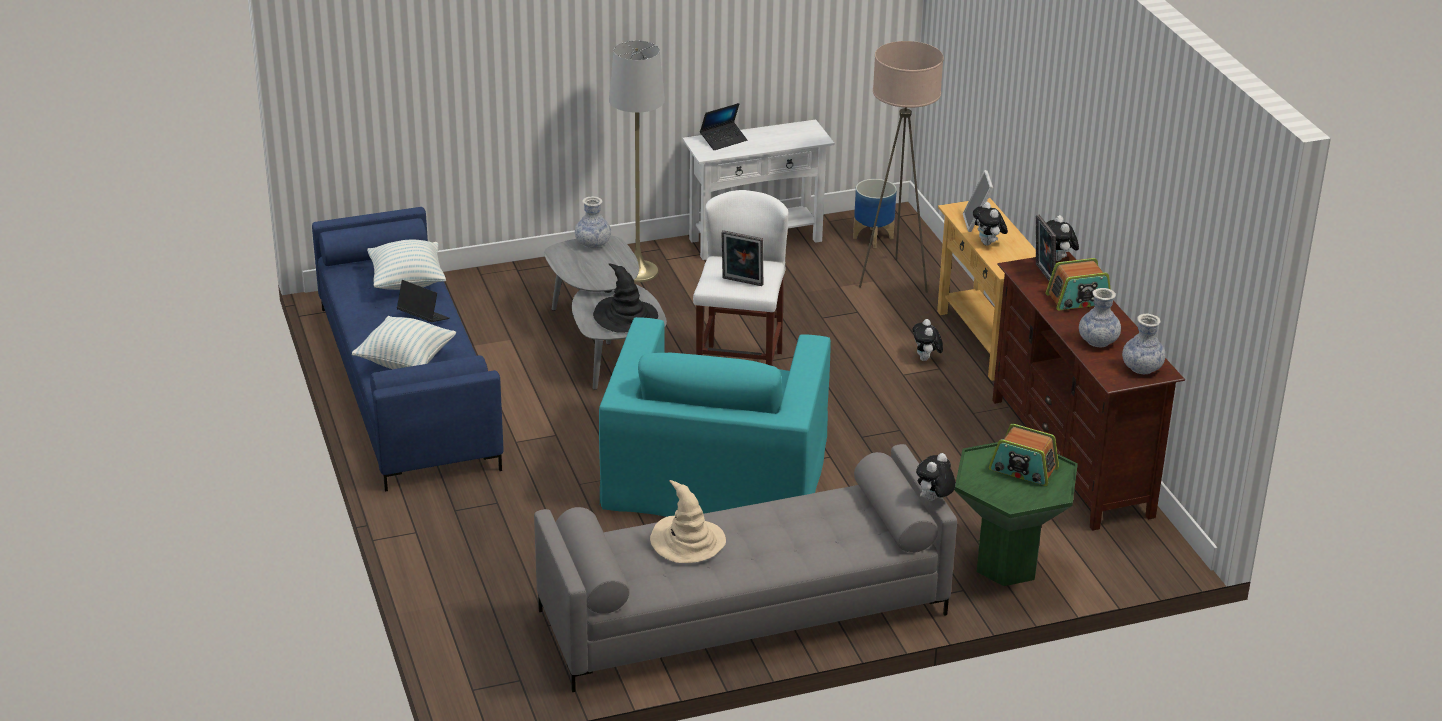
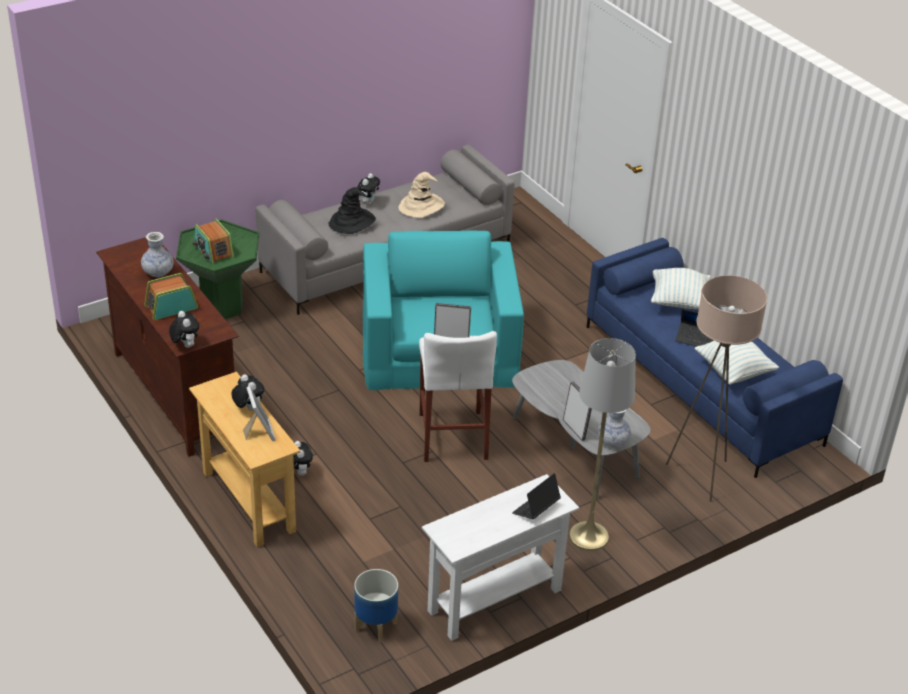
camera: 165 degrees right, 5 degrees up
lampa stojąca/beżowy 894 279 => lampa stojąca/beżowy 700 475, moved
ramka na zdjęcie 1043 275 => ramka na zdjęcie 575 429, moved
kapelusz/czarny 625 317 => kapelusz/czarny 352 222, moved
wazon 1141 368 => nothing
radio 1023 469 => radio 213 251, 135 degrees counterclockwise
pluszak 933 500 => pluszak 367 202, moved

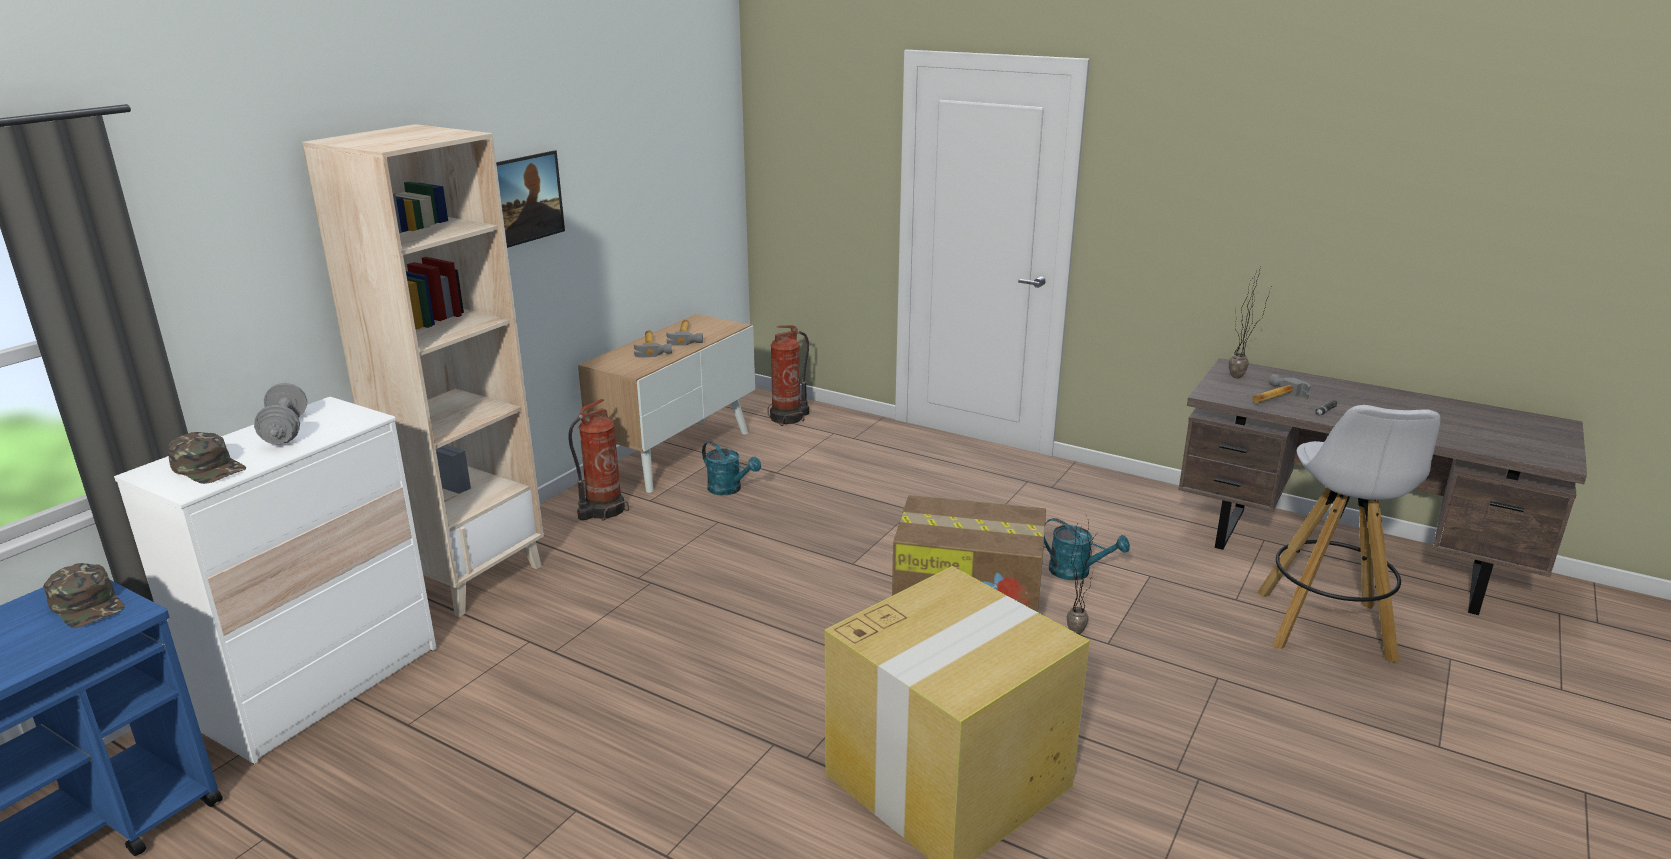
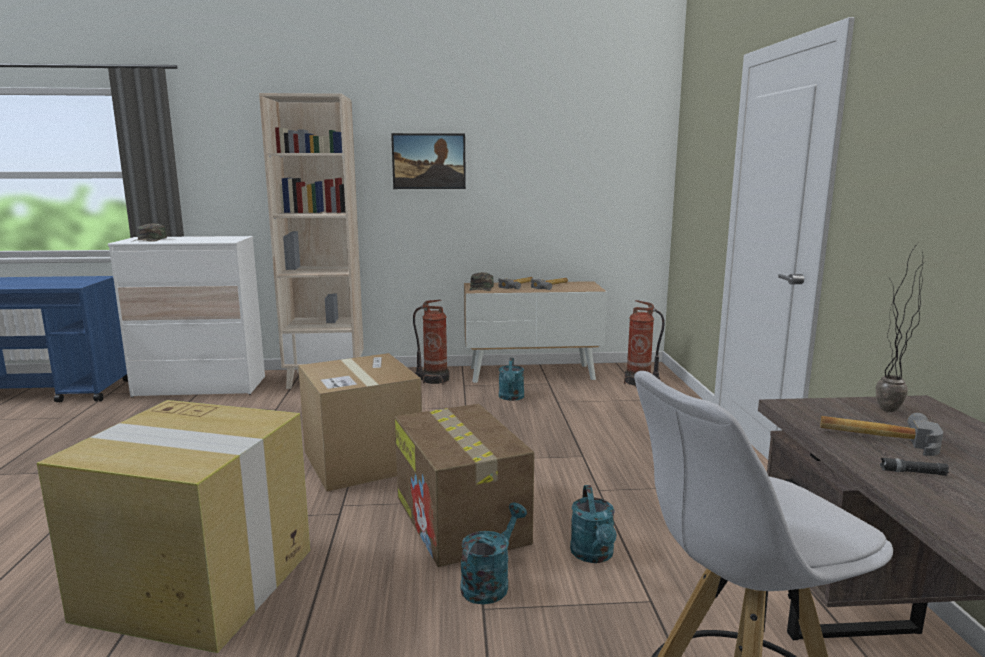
camera: 55 degrees right, 10 degrees down
hantel/szary 285 431 => nothing
roślina doniczkowa 1076 628 => konewka/turkusowy 490 582
czapka z daszkiem/zielony 88 605 => czapka z daszkiem/zielony 481 288, moved
nothing => karton 362 461

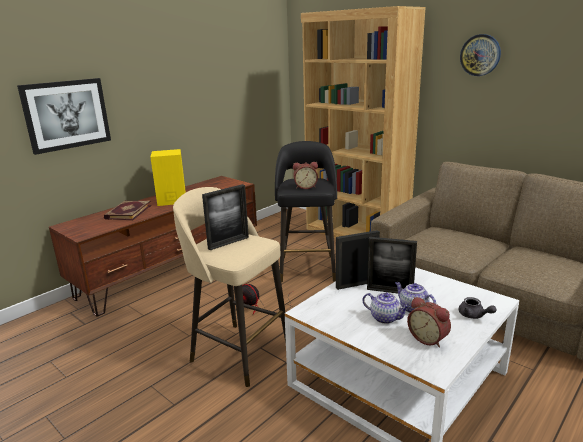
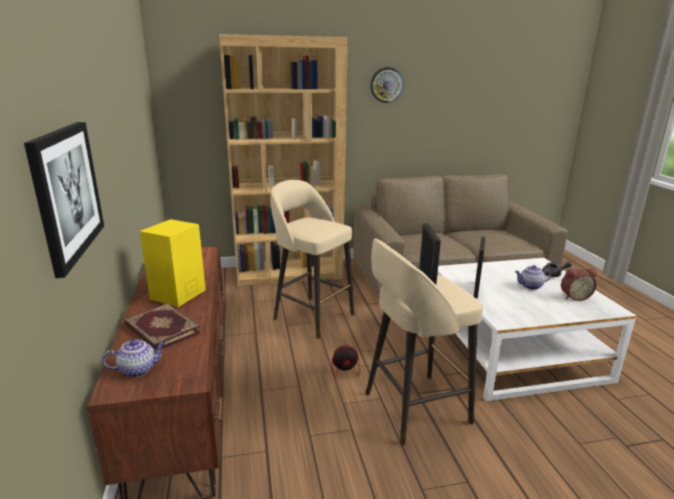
camera: 55 degrees left, 0 degrees up
stołek/czarny 307 267 => stołek/beżowy 312 316
budzik 305 187 => nothing
ramka na zdjęcie 389 291 => nothing
imbryk 385 318 => imbryk 138 369, moved

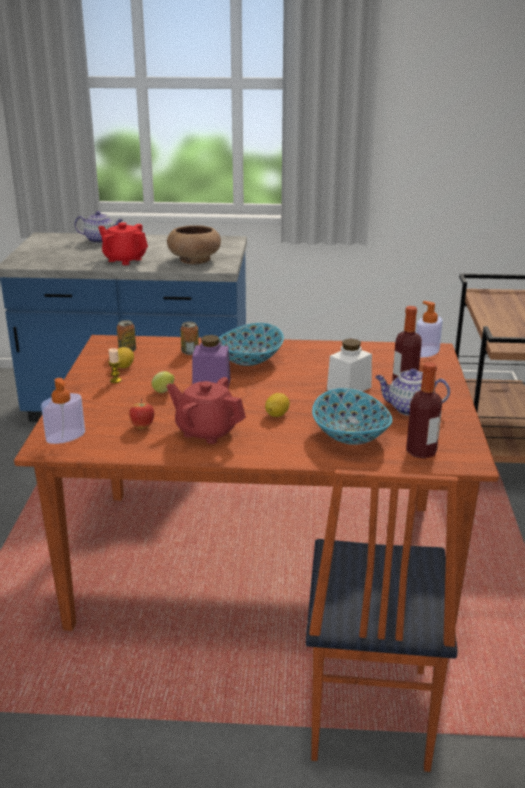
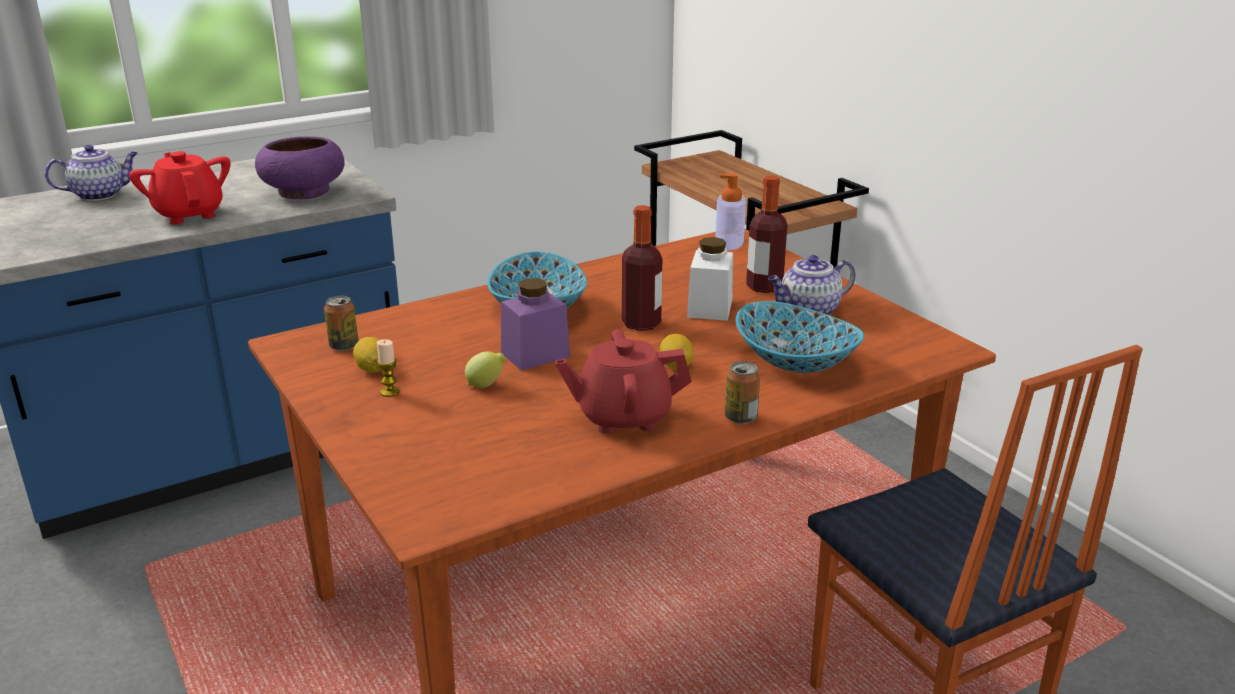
camera: 35 degrees left, 0 degrees up
imbryk/czerwony 124 260 => imbryk/czerwony 189 214, 60 degrees clockwise
miska/brązowy 194 260 => miska/fioletowy 303 192
puszka 190 352 => puszka 740 417, moved
butelka 421 452 => butelka 641 324, moved
dozownik mydła 65 436 => nothing
jabłko 142 427 => nothing

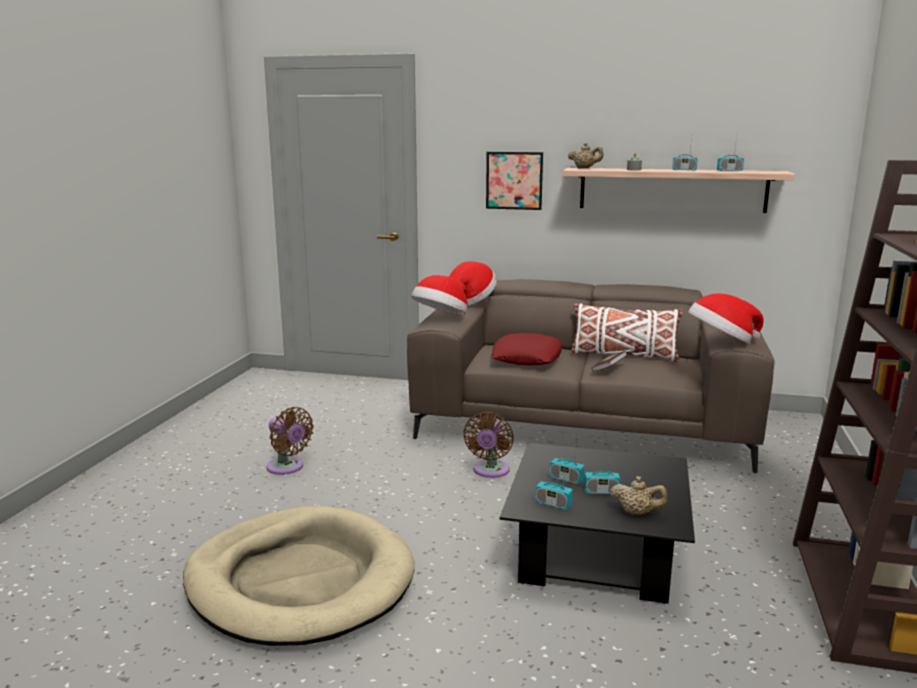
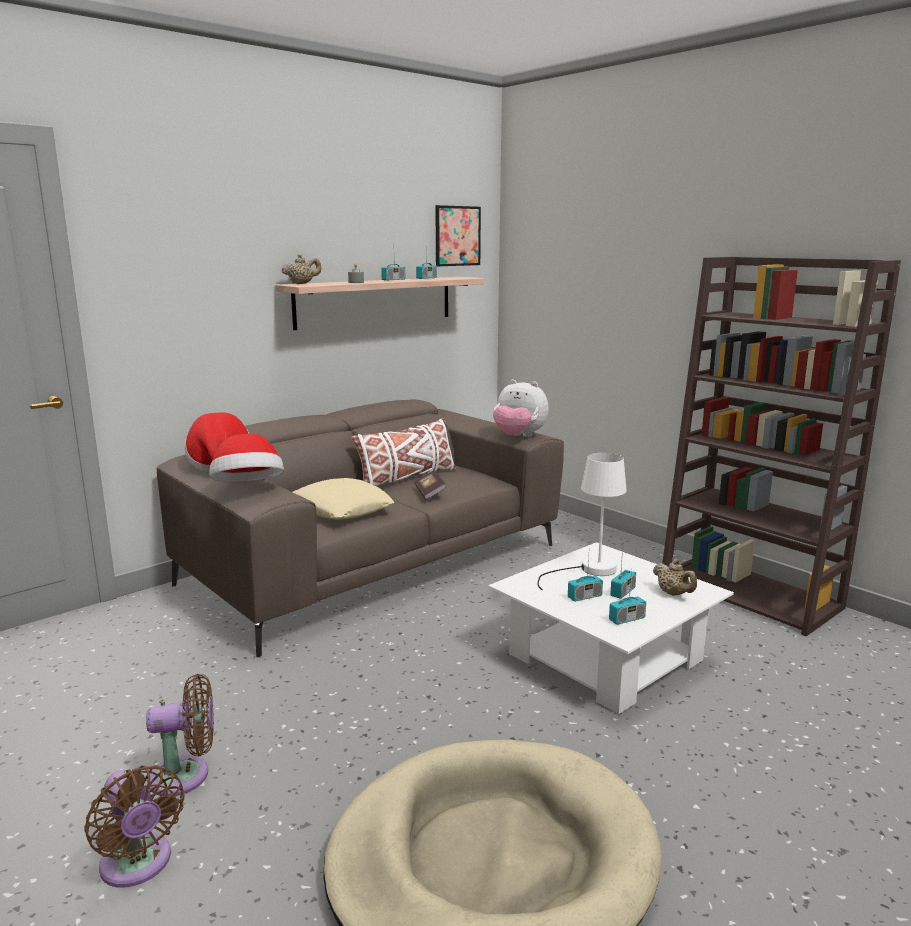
camera: 55 degrees left, 0 degrees up
obraz 514 180 => obraz 457 236, moved
kapelusz 721 342 => pluszak 518 437
poduszka/czerwony 526 357 => poduszka/beżowy 341 508
wentylator/brązowy 490 471 => wentylator/brązowy 138 865, moved
ława/czarny 596 554 => ława/biały 605 657
imbryk/beżowy 637 513 => imbryk/beżowy 673 594, 90 degrees clockwise
nothing => lampa stołowa/biały 589 570

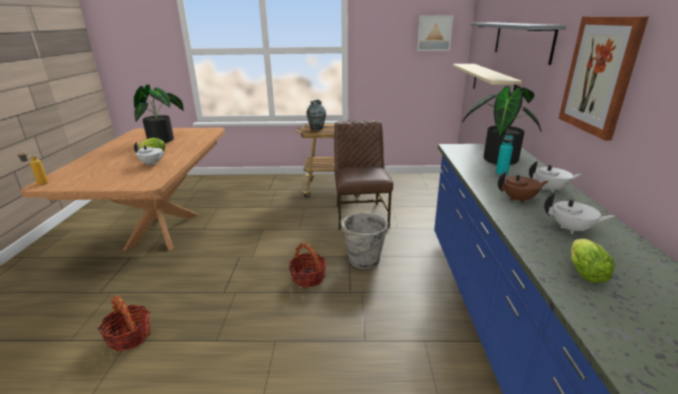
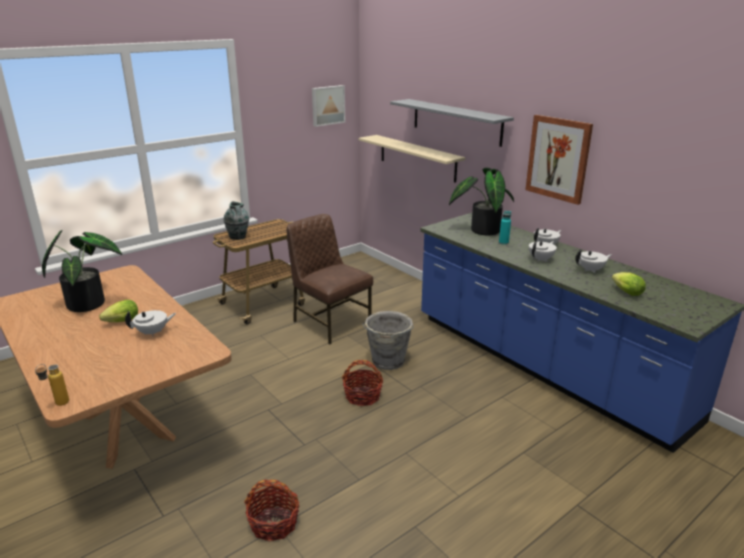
camera: 40 degrees left, 0 degrees up
imbryk/brązowy 519 199 => imbryk/biały 541 259

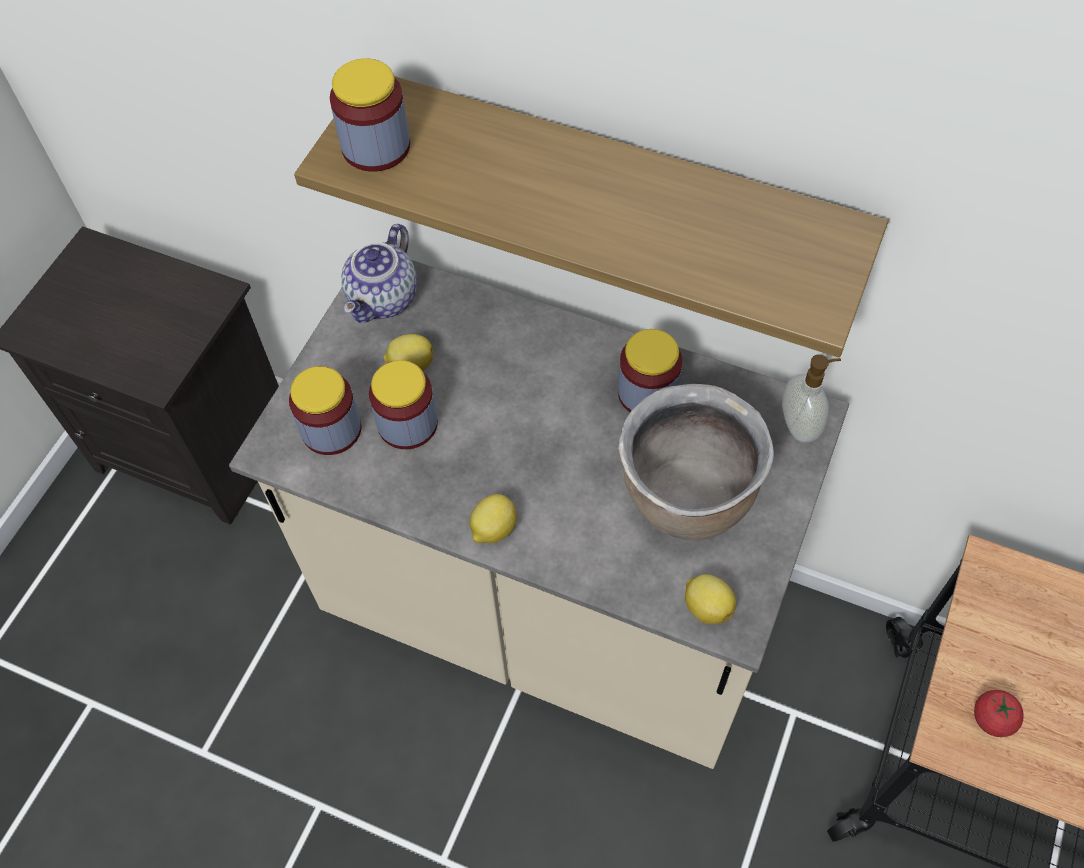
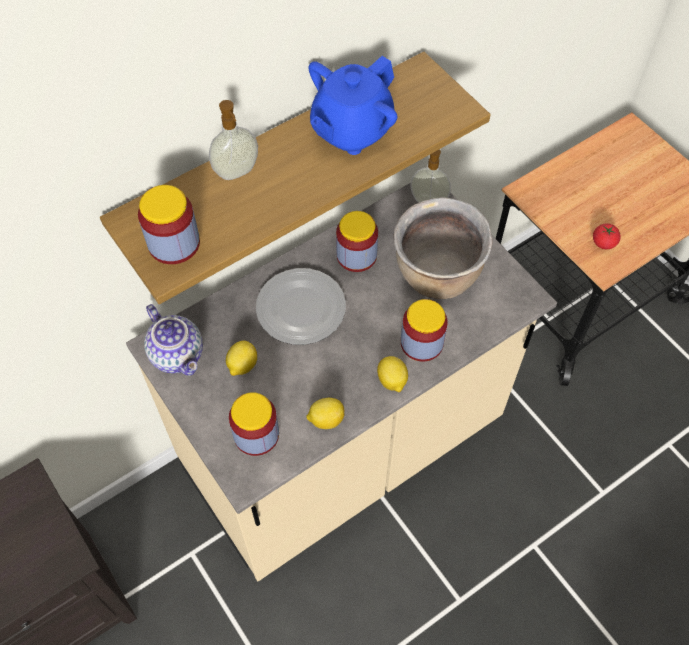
camera: 60 degrees left, 0 degrees up
słoik 407 424 => słoik 421 343, moved
cytryna 706 606 => cytryna 325 419, moved
nothing => imbryk/niebieski 351 130
nothing => dozownik mydła 237 172
nothing => talerz 302 308

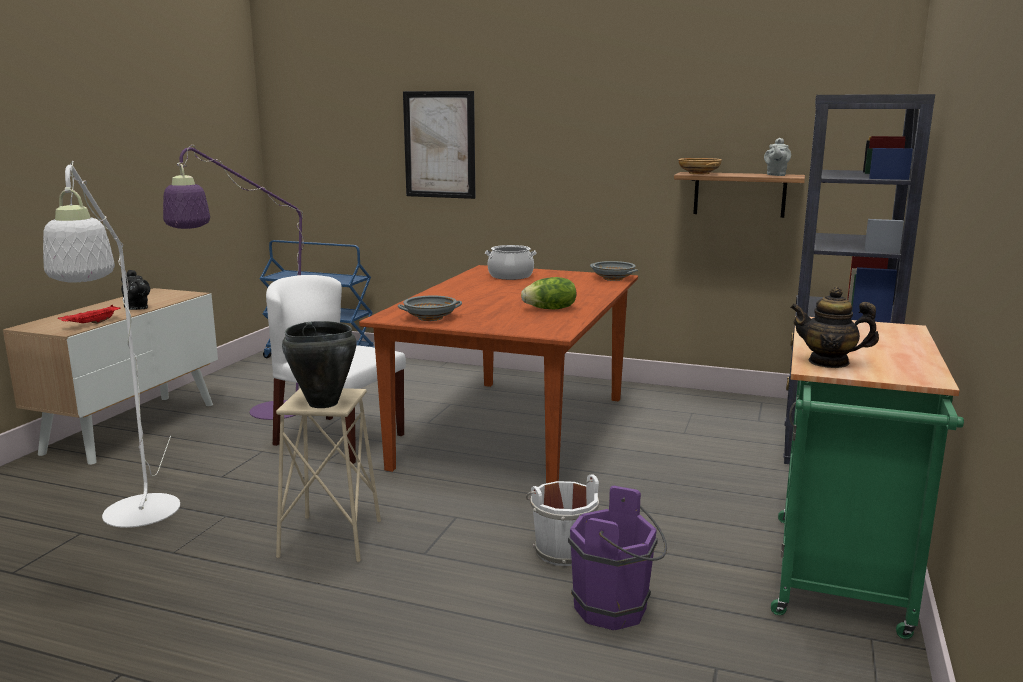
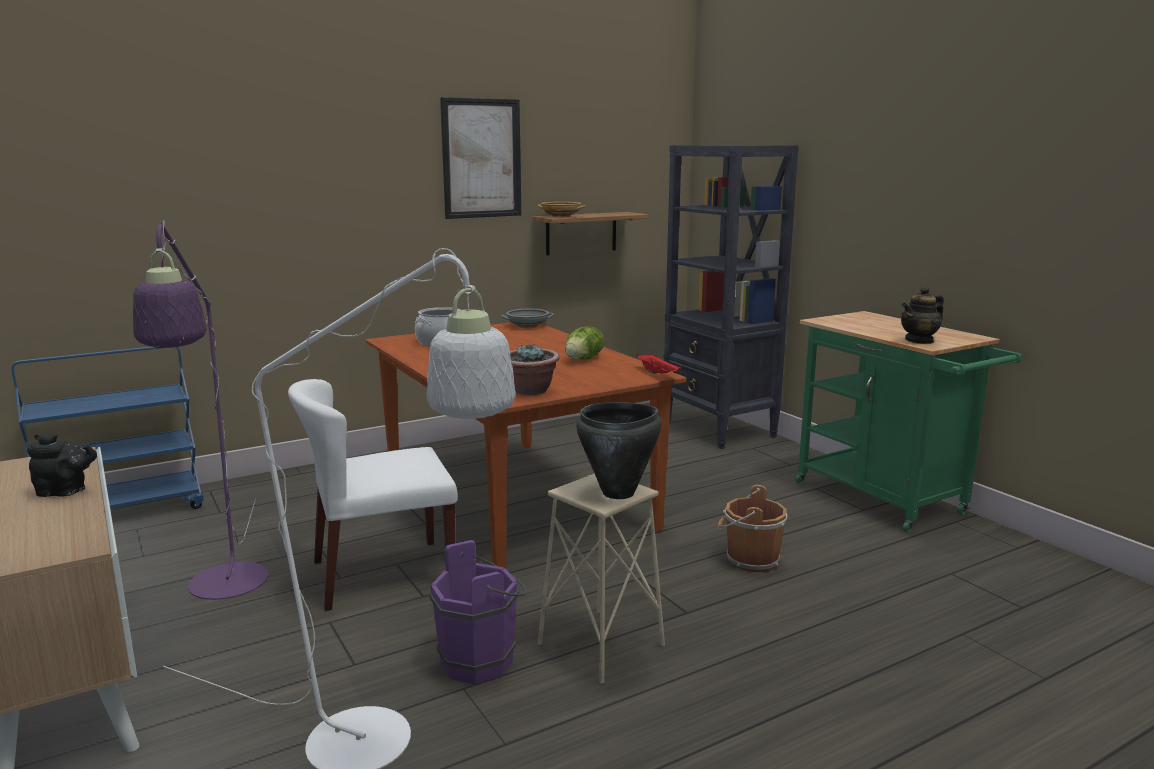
camera: 50 degrees left, 0 degrees up
obraz 439 145 => obraz 481 158, moved
imbryk/szary 775 175 => nothing
miska/szary 430 318 => roślina doniczkowa 530 391
taca/czerwony 91 324 => taca/czerwony 658 374, moved
wiadro/biały 561 550 => wiadro/brązowy 750 560
wiadro/fioletowy 616 610 => wiadro/fioletowy 483 661, moved

